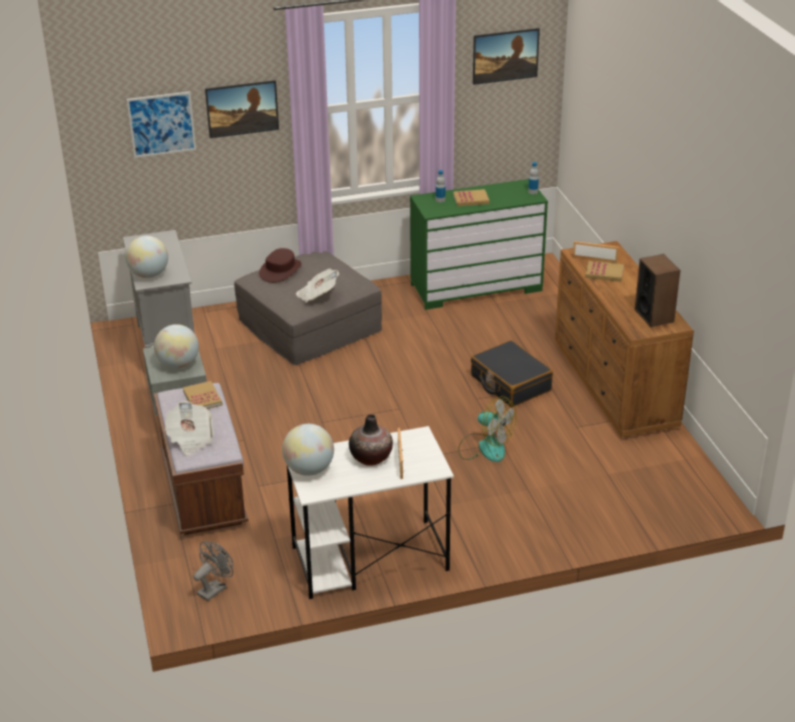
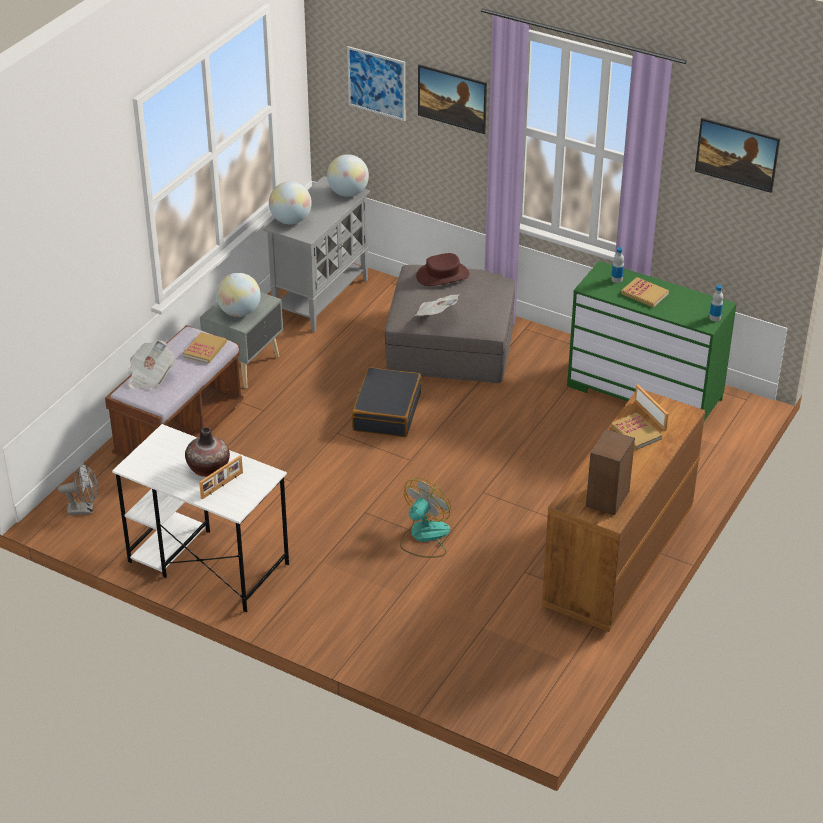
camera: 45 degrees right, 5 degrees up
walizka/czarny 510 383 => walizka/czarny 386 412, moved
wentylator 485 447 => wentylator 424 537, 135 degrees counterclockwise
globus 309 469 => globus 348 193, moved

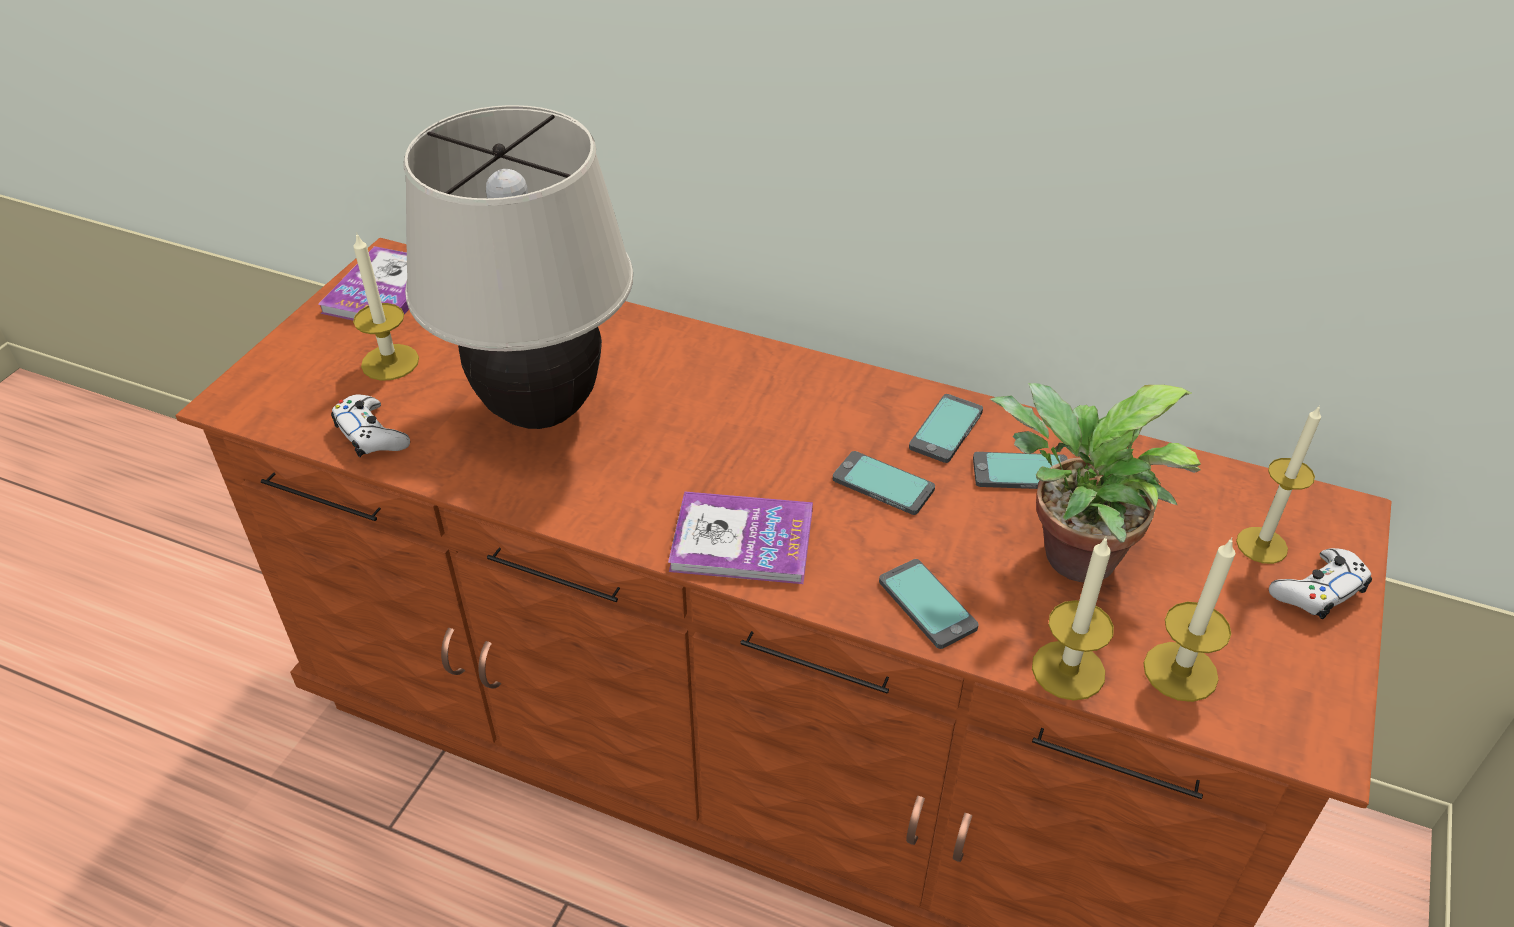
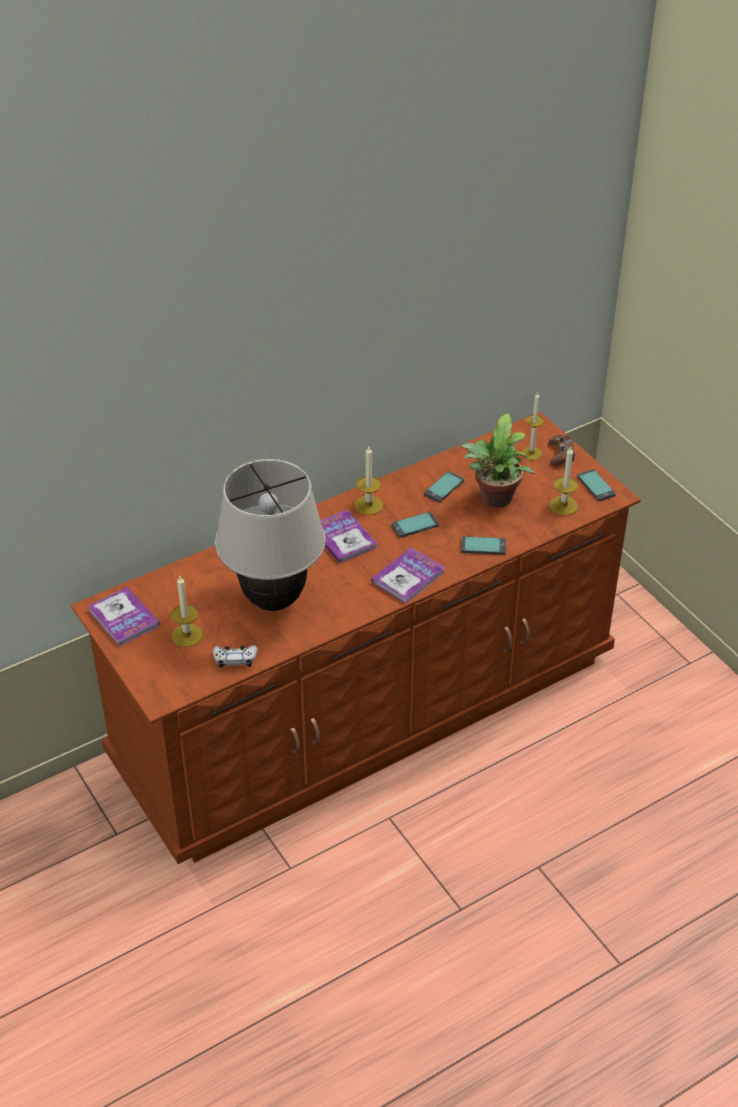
camera: 55 degrees left, 0 degrees up
telefon 946 430 => telefon 596 486, moved
świeca 1068 670 => świeca 368 505, moved
pad do gier/biały 1318 590 => pad do gier/brązowy 561 454
nothing => książka 343 538

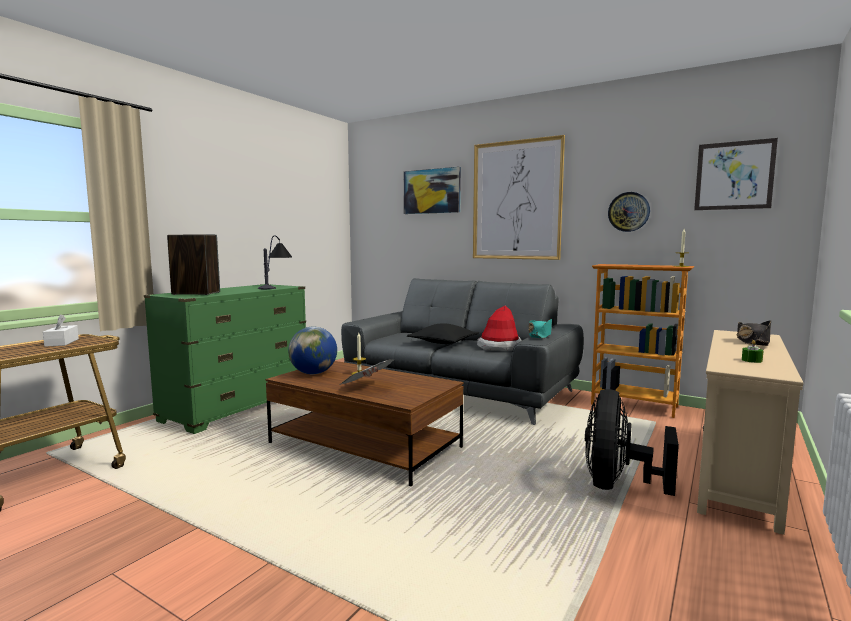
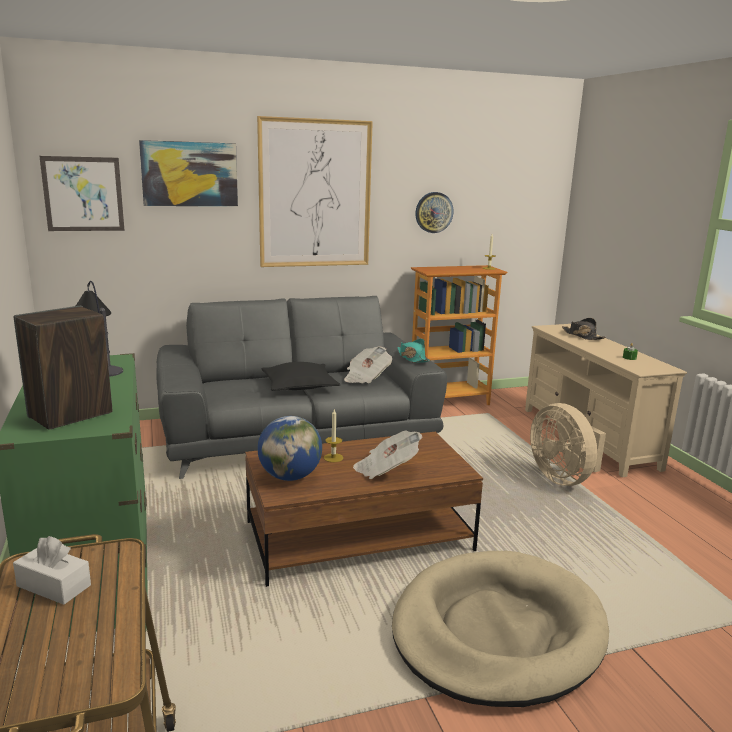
camera: 50 degrees left, 10 degrees up
obraz 734 175 => obraz 83 194, moved
kapelusz 499 347 => gazeta 366 378
wentylator/czarny 618 485 => wentylator/beżowy 563 478
nothing => legowisko/beżowy 497 631

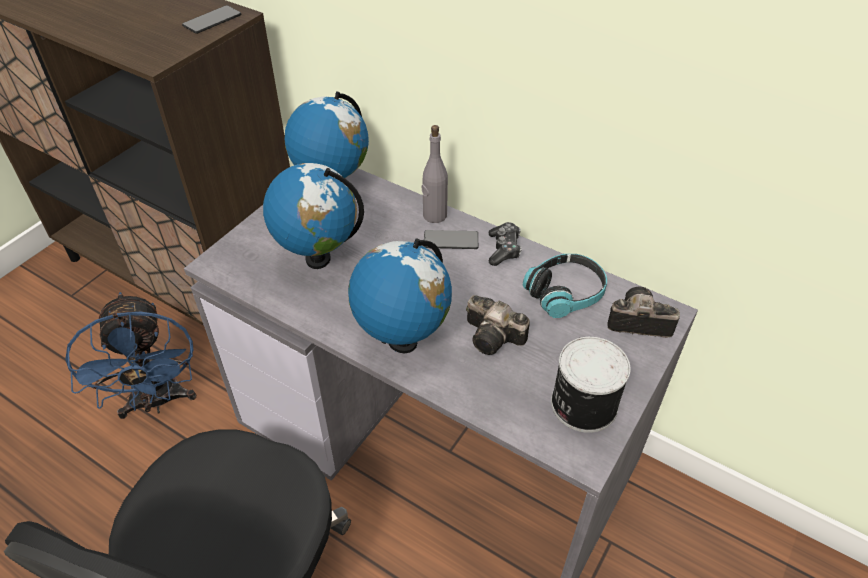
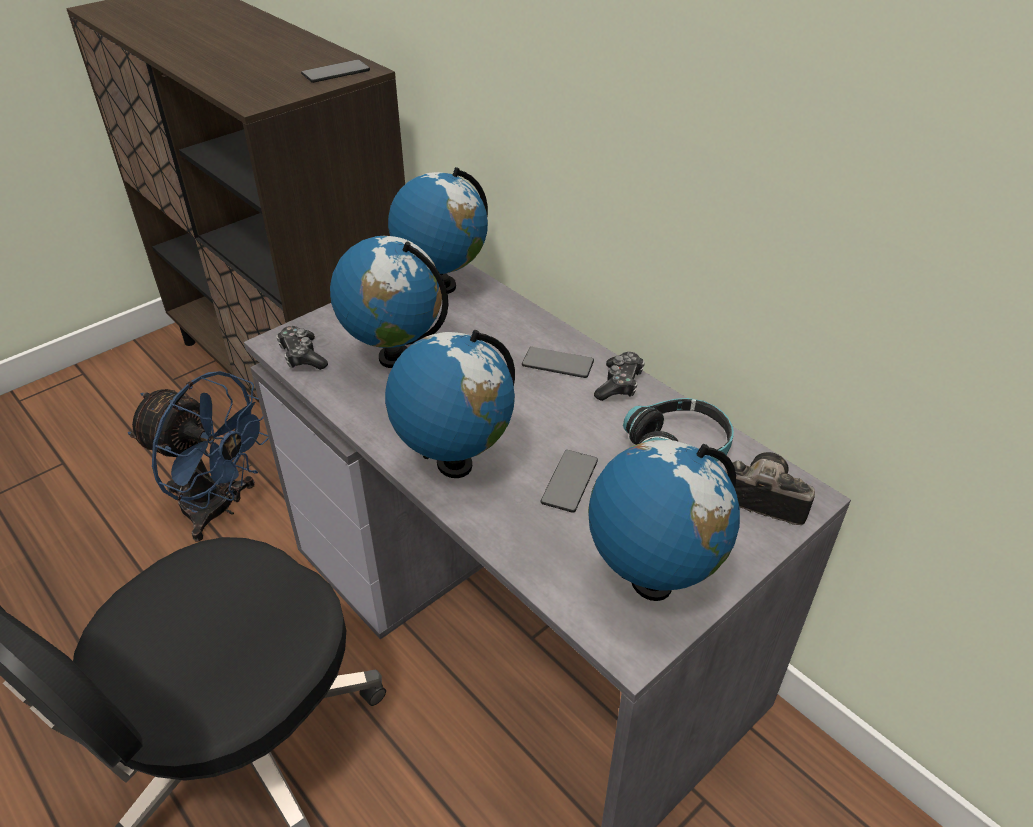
camera: 15 degrees right, 5 degrees down
butelka/szary 434 215 => nothing
wentylator/niebieski 157 402 => wentylator/niebieski 220 509, 60 degrees counterclockwise
aparat fotograficzny 495 337 => telefon 569 482
puszka 582 404 => globus 651 582
nothing => pad do gier 302 356

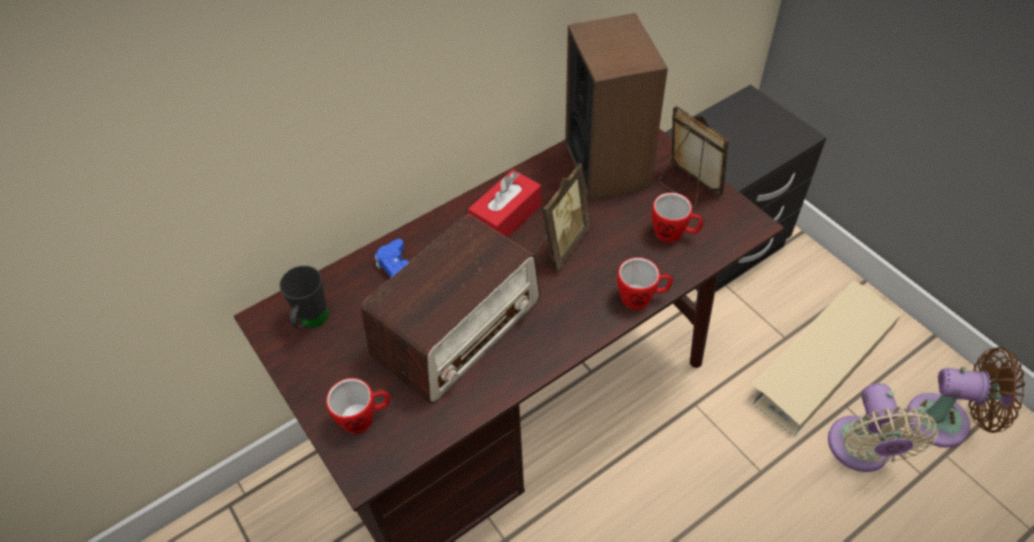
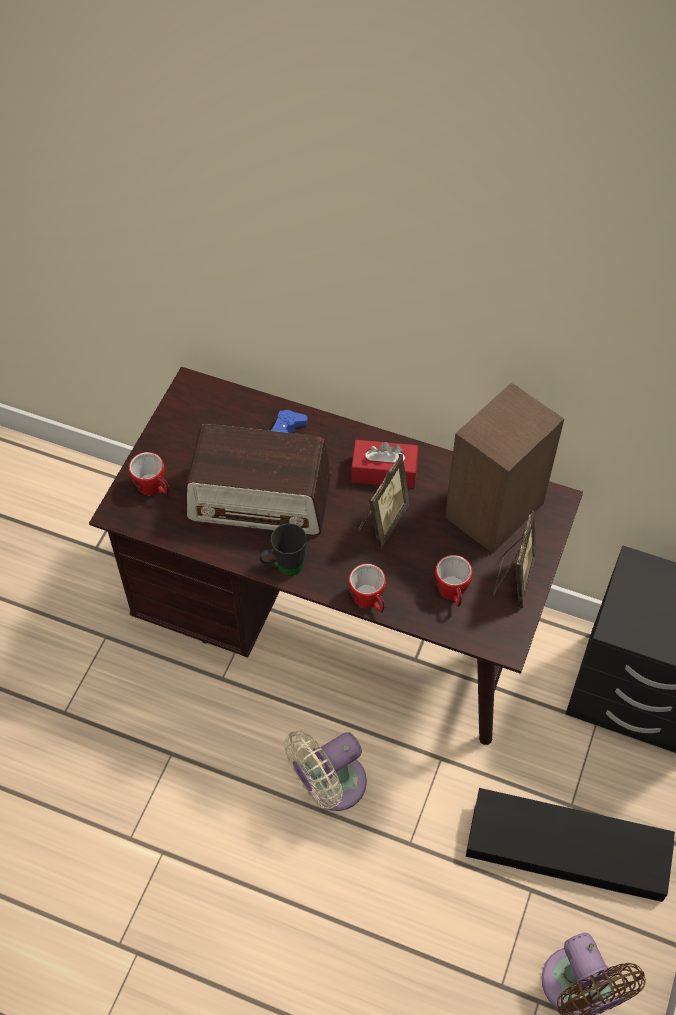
camera: 55 degrees right, 5 degrees up
ramka na zdjęcie 559 245 => ramka na zdjęcie 382 521, 60 degrees counterclockwise
kubek/czarny 311 323 => kubek/czarny 283 567, moved
pojemnik do przechowywania/beżowy 820 361 => pojemnik do przechowywania/czarny 566 848
wentylator/beżowy 860 451 => wentylator/beżowy 330 785, moved

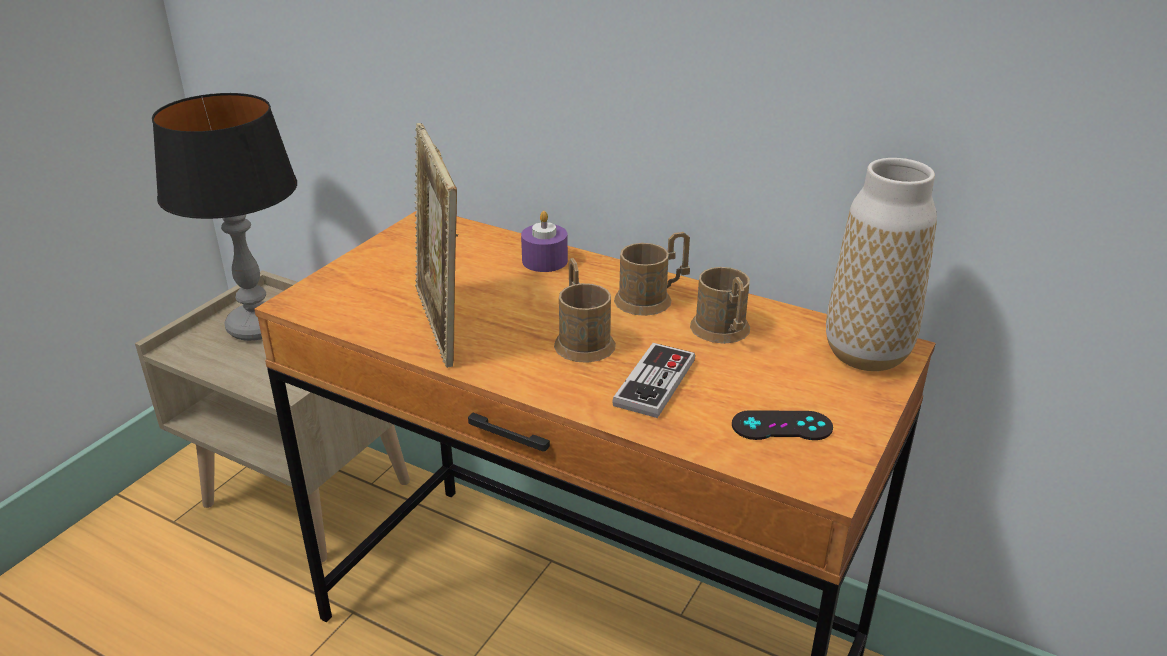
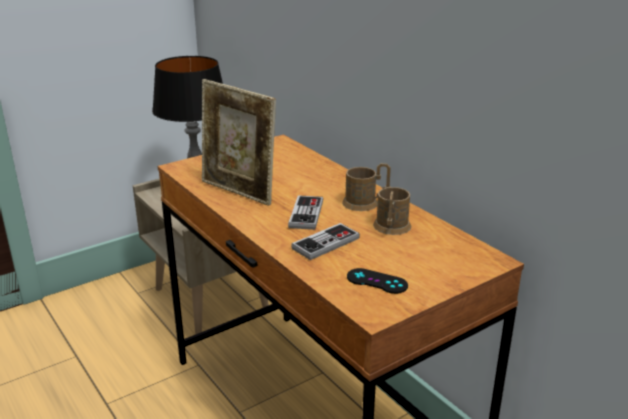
camera: 25 degrees right, 5 degrees down
ramka na zdjęcie 441 325 => ramka na zdjęcie 239 192, 60 degrees counterclockwise
wazon 866 354 => nothing
świeca/fioletowy 544 261 => nothing
kubek/brązowy 581 339 => pad do gier 306 214

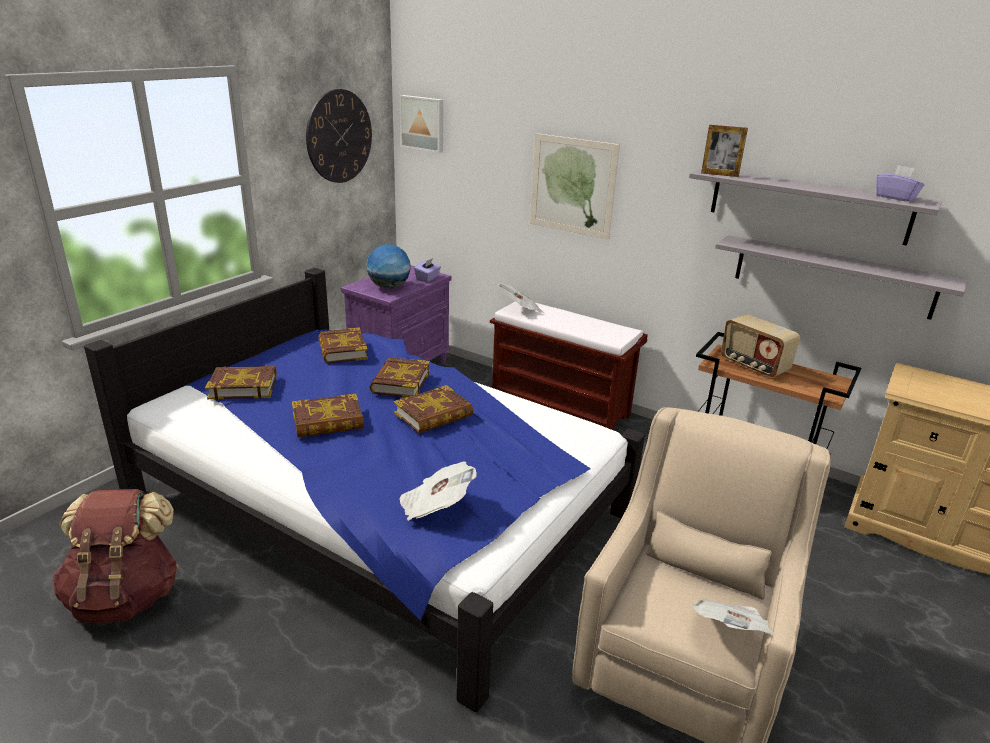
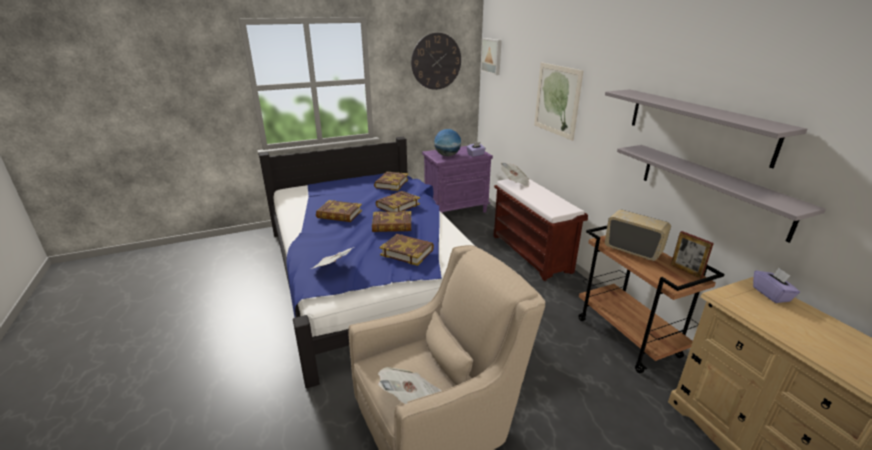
camera: 35 degrees right, 0 degrees up
ramka na zdjęcie 719 174 => ramka na zdjęcie 686 271, moved
pudełko chusteczek/fioletowy 895 197 => pudełko chusteczek/fioletowy 771 294, moved
radio 753 366 => radio 633 250, 135 degrees clockwise
książka 243 387 => książka 407 252, moved
plecak/brązowy 126 596 => nothing

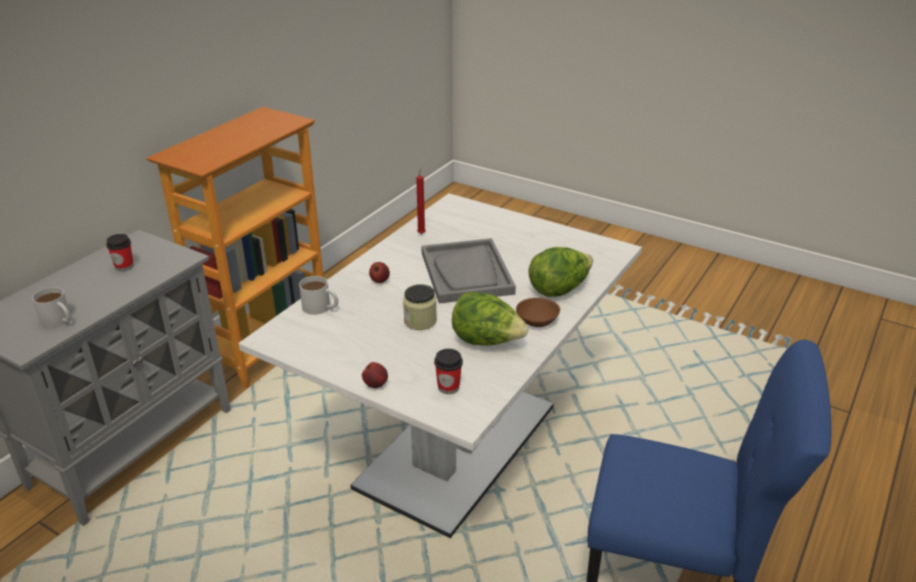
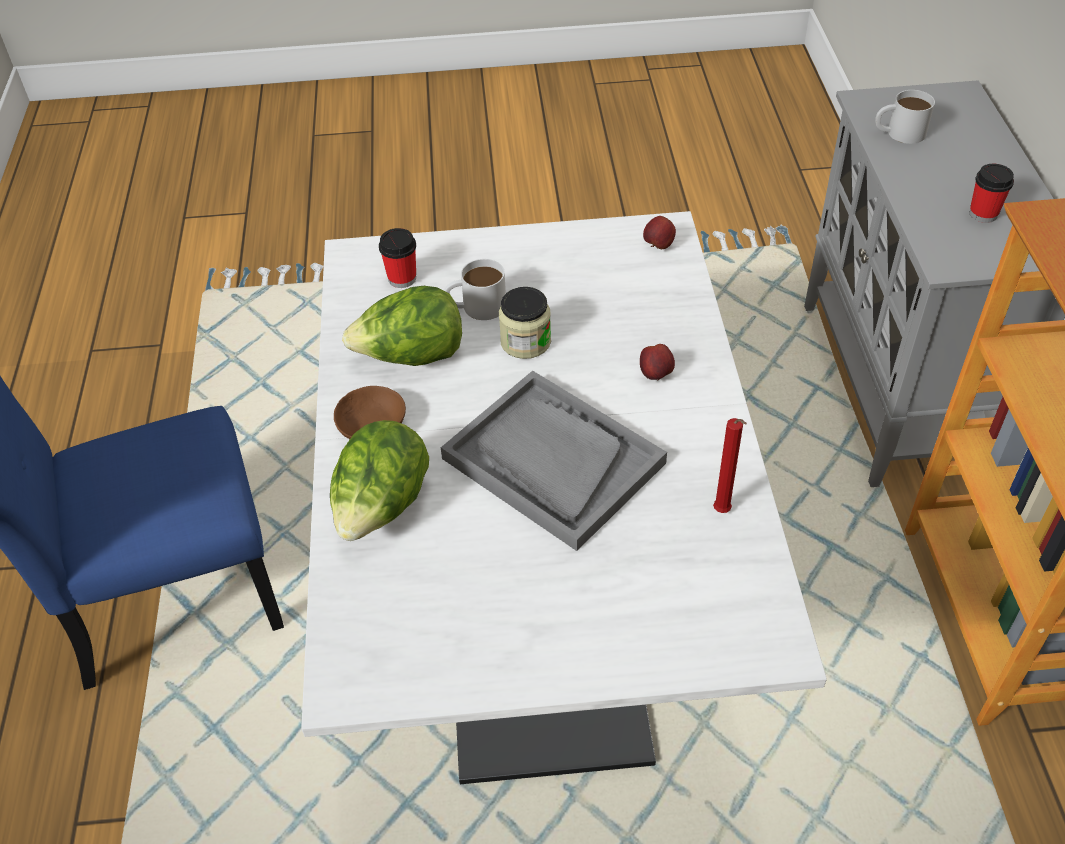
camera: 145 degrees right, 15 degrees up
kubek/biały 321 308 => kubek/biały 475 307, moved
jabłko 376 385 => jabłko 658 245, moved

